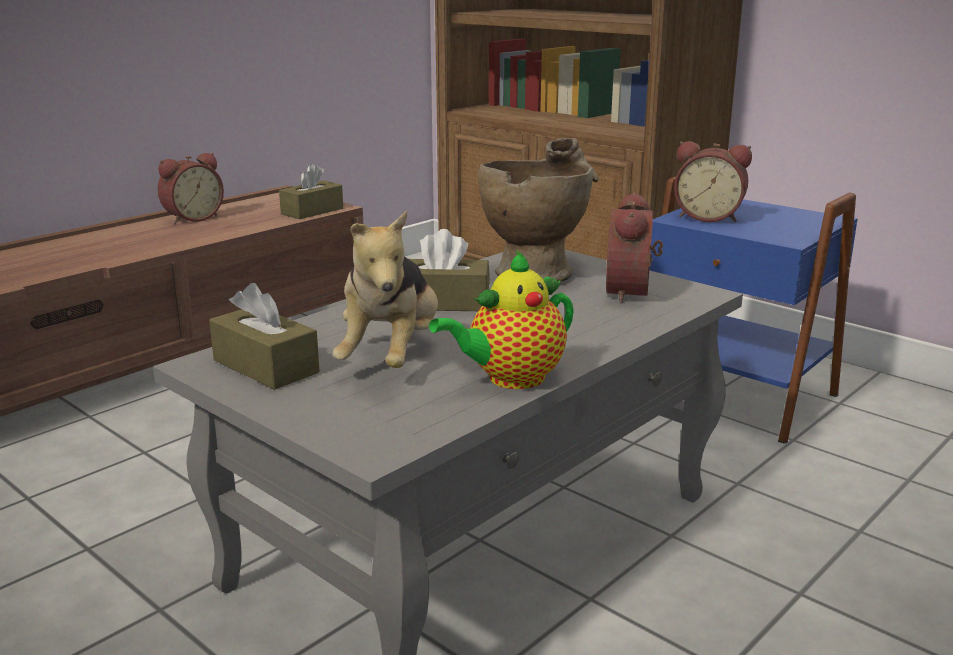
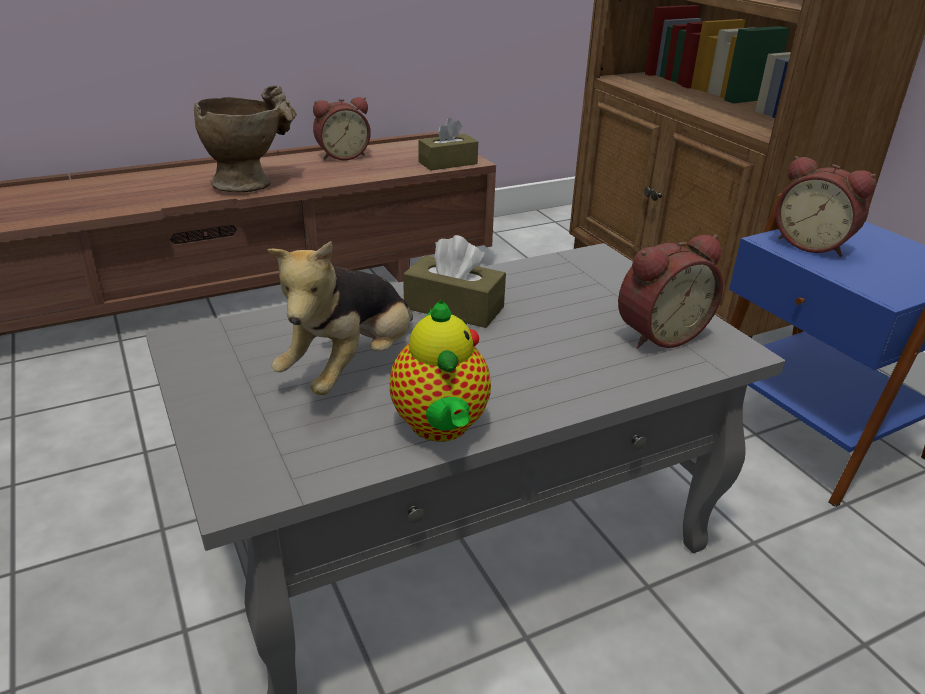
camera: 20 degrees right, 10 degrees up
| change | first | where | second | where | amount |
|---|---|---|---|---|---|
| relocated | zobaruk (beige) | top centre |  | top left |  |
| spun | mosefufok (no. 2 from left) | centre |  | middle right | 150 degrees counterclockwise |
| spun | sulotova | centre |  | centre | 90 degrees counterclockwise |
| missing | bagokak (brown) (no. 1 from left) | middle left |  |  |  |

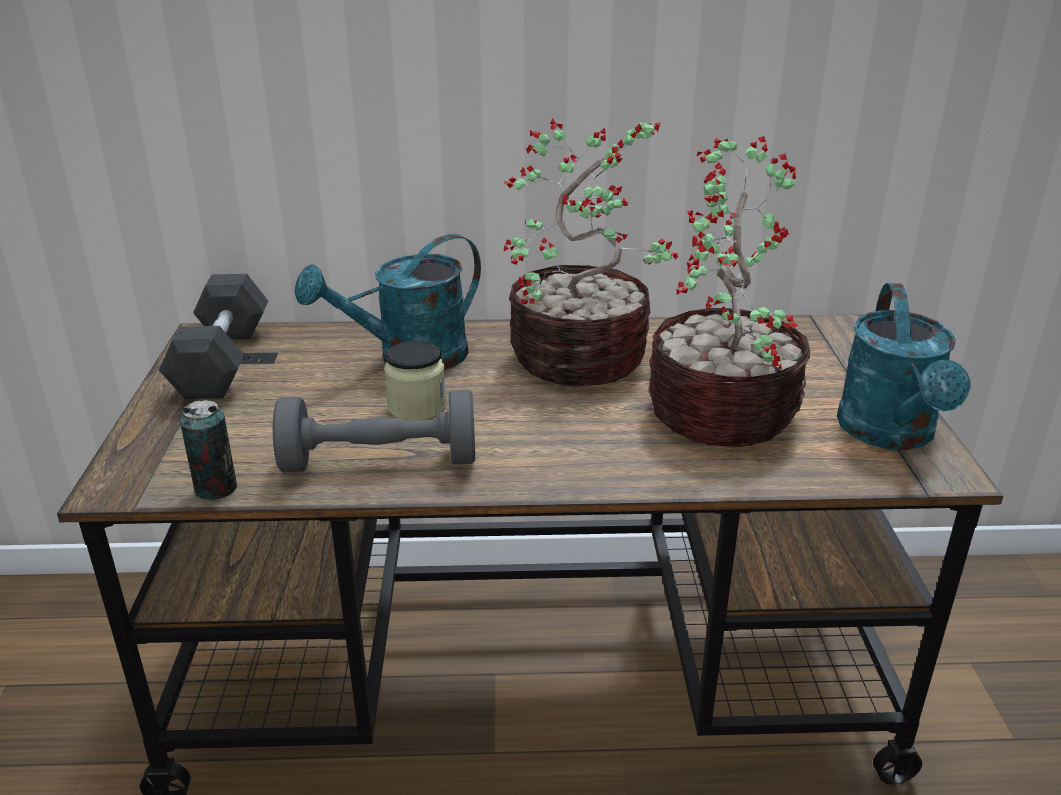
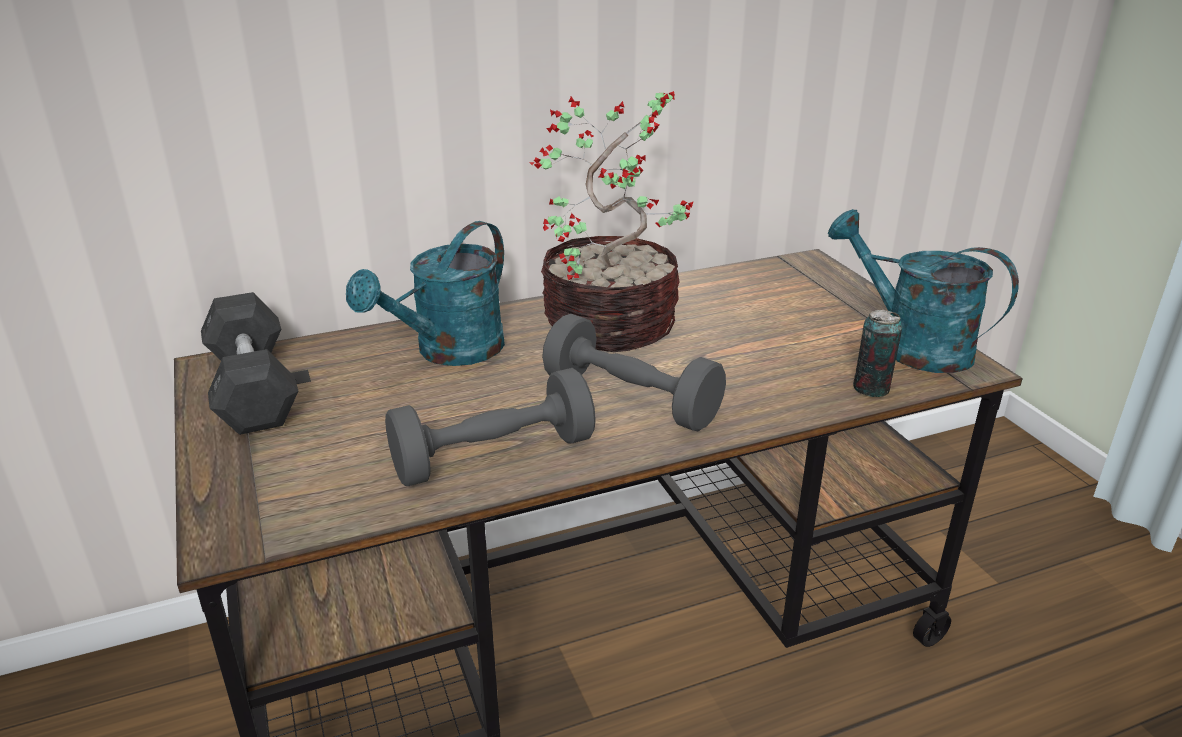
camera: 20 degrees left, 0 degrees up
| change | first | where | second | where | amount |
|---|---|---|---|---|---|
| missing | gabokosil (no. 2 from left) | middle right |  |  |  |
| spun | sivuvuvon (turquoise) (no. 2 from left) | middle right |  | middle right | 150 degrees clockwise |
| missing | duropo | centre |  |  |  |
| relocated | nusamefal | middle left |  | middle right |  |
| appeared |  |  | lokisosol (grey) (no. 3 from left) | centre |  |

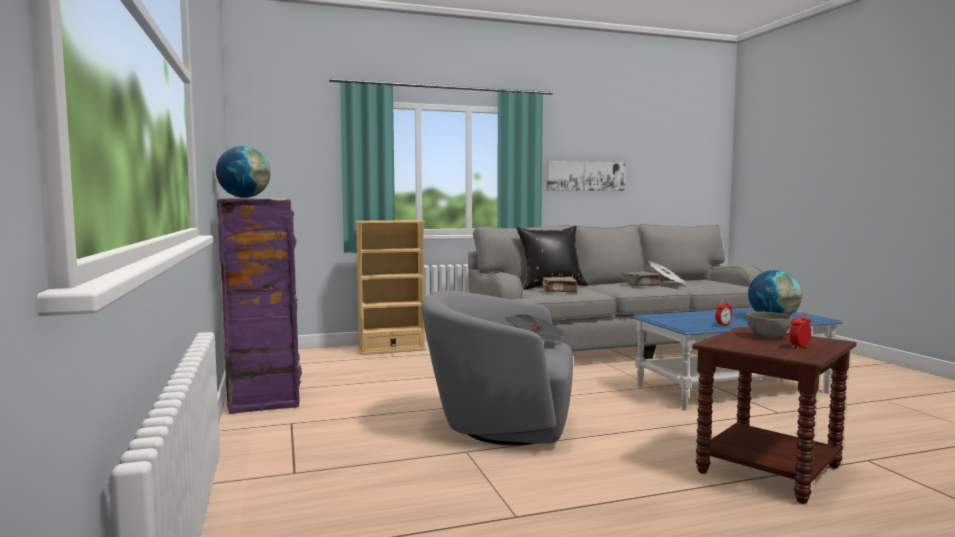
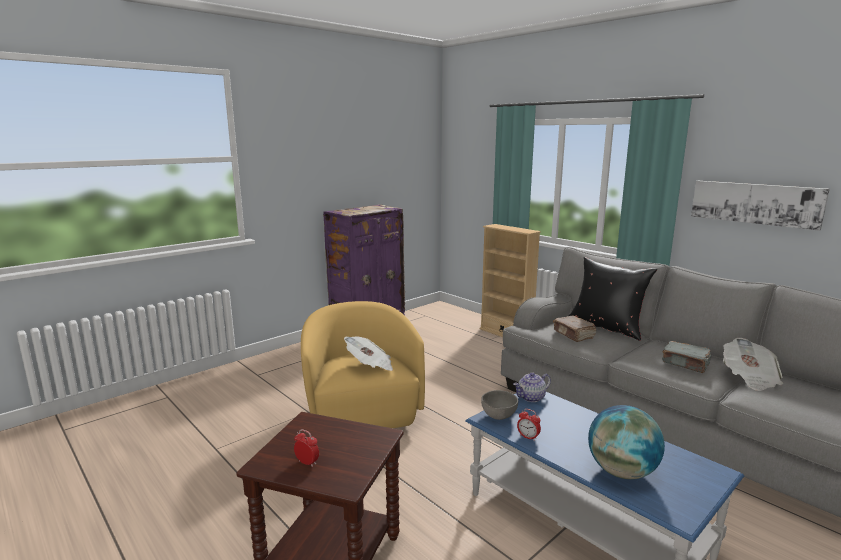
camera: 65 degrees right, 10 degrees up
| change | first | where | second | where | amount |
|---|---|---|---|---|---|
| missing | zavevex (no. 1 from left) | top left |  |  |  |
| colour | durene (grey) | bottom centre | durene (yellow) | centre |  |
| relocated | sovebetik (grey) | middle right |  | bottom centre |  |
| appeared |  |  | sulotova | bottom centre |  |

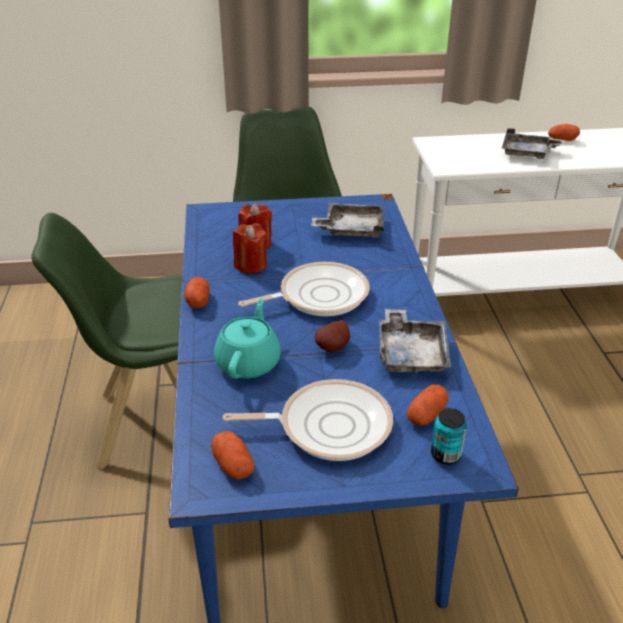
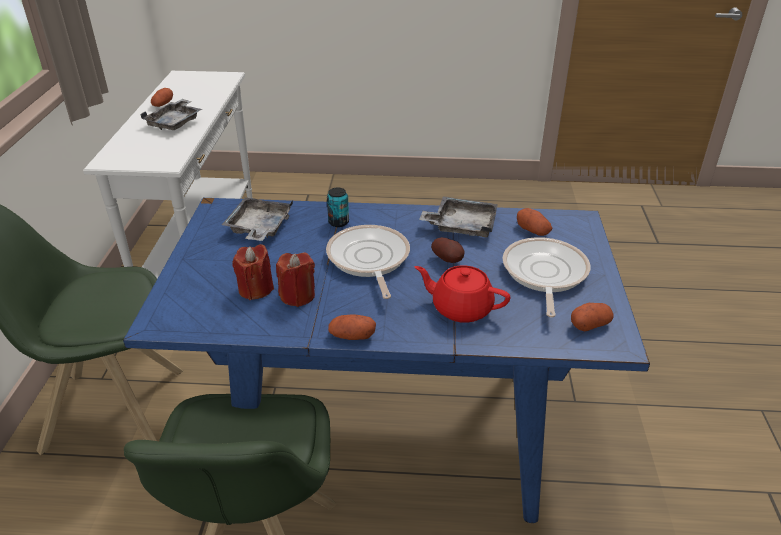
camera: 80 degrees left, 0 degrees up
| change | first | where | second | where | amount |
|---|---|---|---|---|---|
| colour | sulotova (turquoise) | centre | sulotova (red) | centre |  |
| relocated | nusamefal | bottom right |  | centre |  |

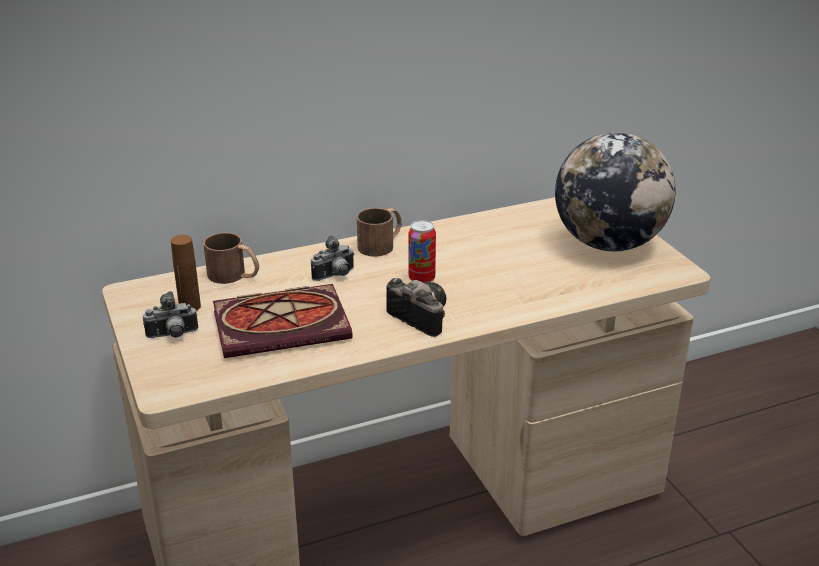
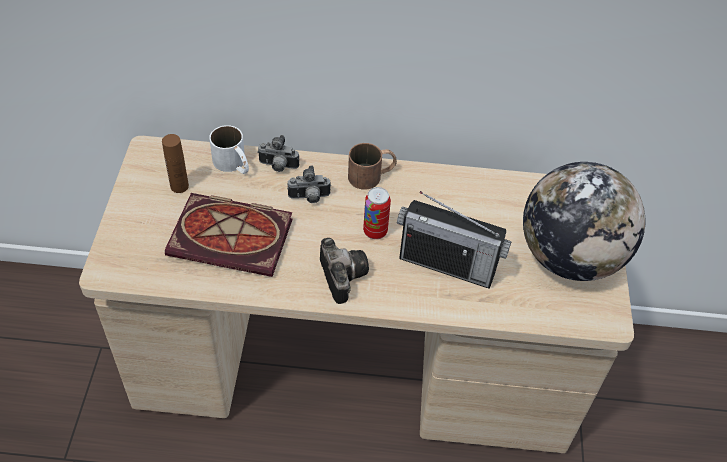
camera: 25 degrees right, 20 degrees up
| change | first | where | second | where | amount |
|---|---|---|---|---|---|
| colour | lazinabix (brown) (no. 1 from left) | middle left | lazinabix (white) | top left |  |
| relocated | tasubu (no. 1 from left) | middle left |  | top centre |  |
| appeared |  |  | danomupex | centre |  |

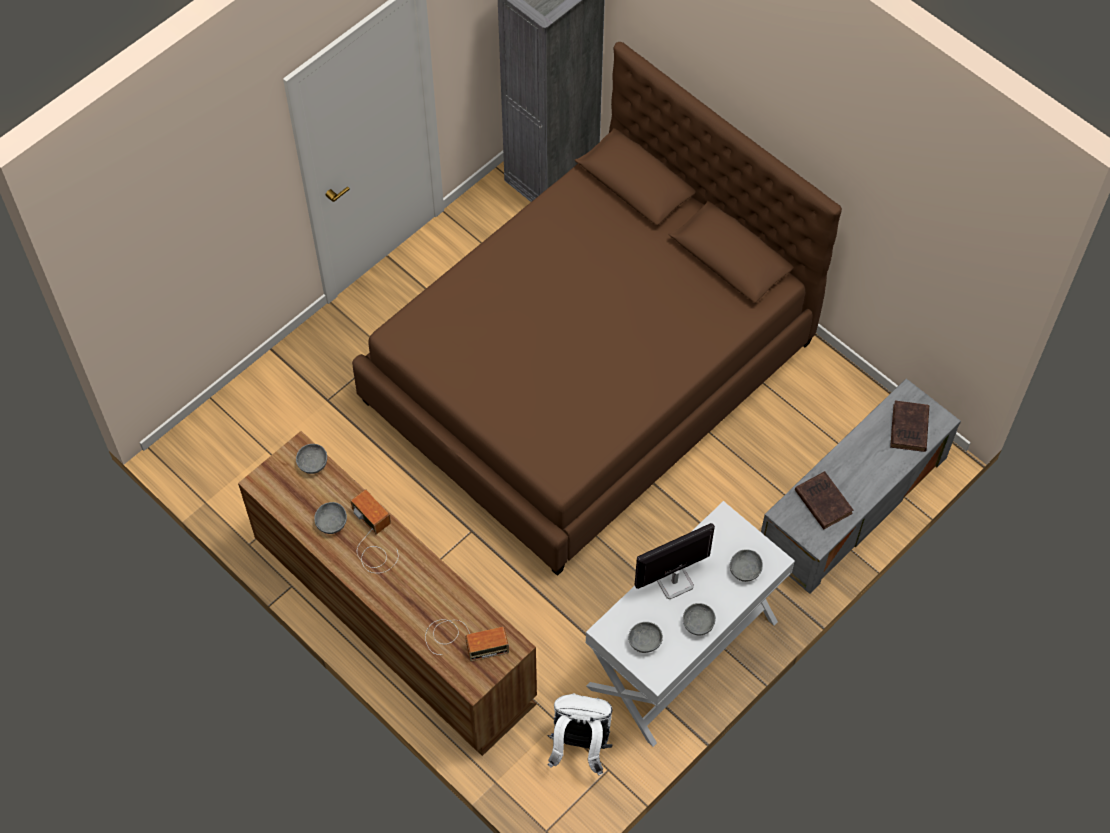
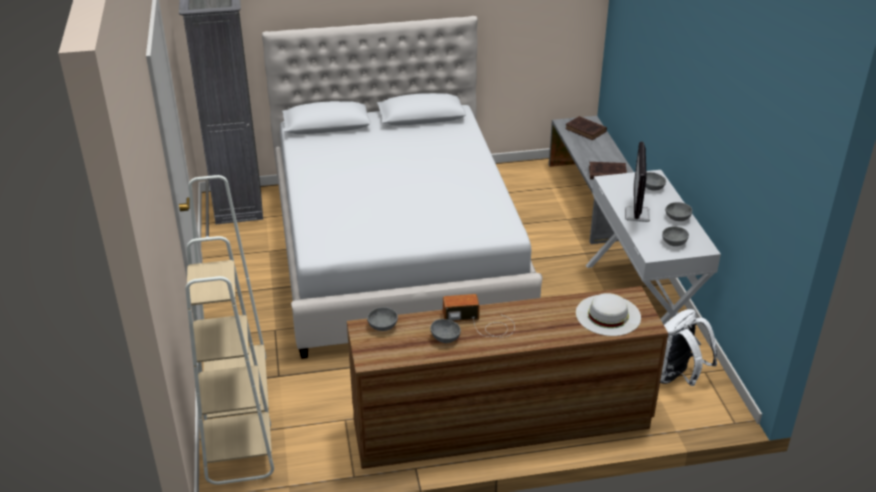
camera: 55 degrees left, 25 degrees down
| change | first | where | second | where | amount |
|---|---|---|---|---|---|
| colour | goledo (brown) | centre | goledo (white) | centre |  |
| exchanged | danomupex (no. 2 from left) | bottom centre | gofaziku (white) | middle right |  |
| appeared |  |  | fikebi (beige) | bottom left |  |

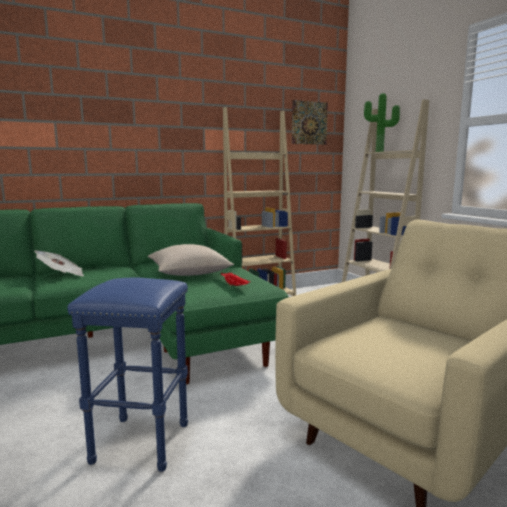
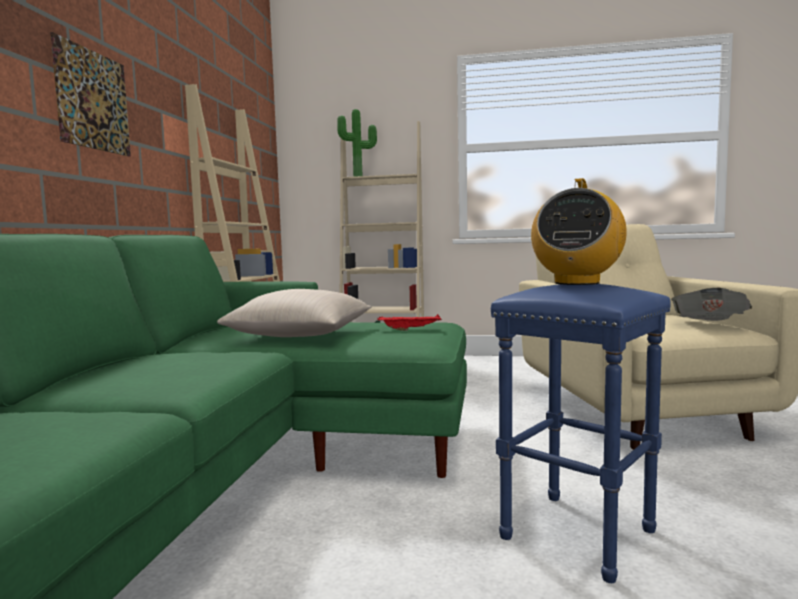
camera: 55 degrees left, 5 degrees down
| change | first | where | second | where | amount |
|---|---|---|---|---|---|
| relocated | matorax | top centre |  | top left |  |
| relocated | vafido | middle left |  | middle right |  |
| appeared |  |  | danomupex | middle right |  |

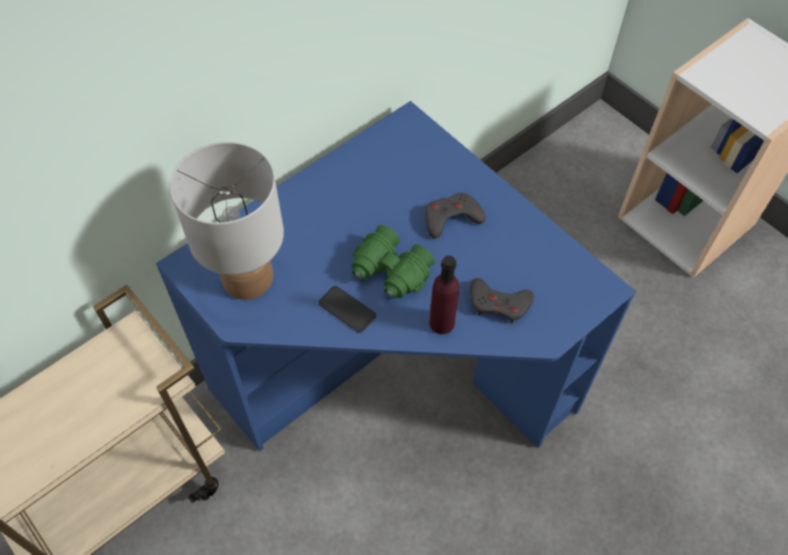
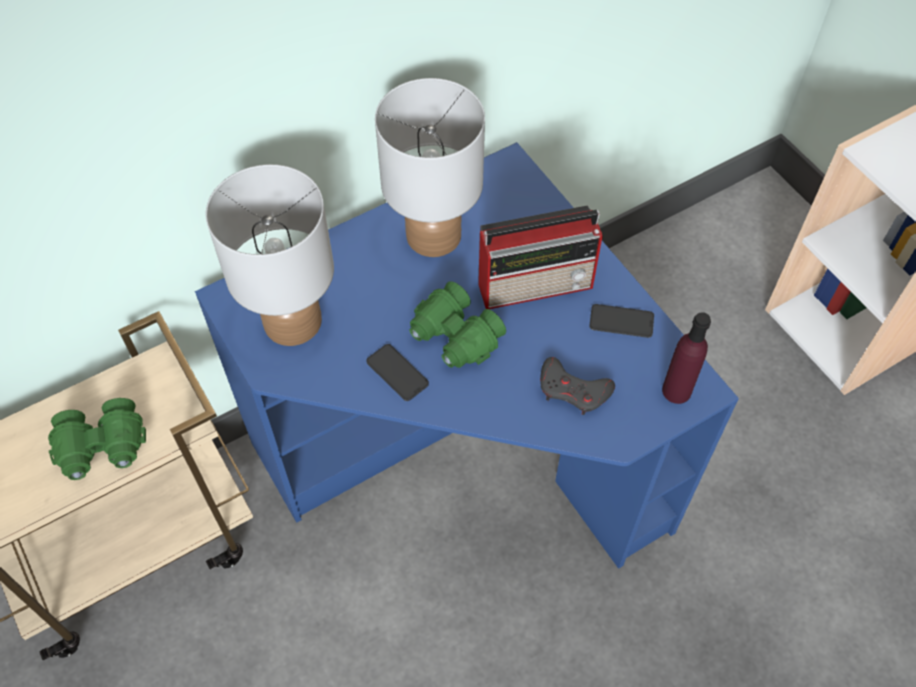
camera: 10 degrees right, 0 degrees up
| change | first | where | second | where | amount |
|---|---|---|---|---|---|
| exchanged | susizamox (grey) (no. 1 from left) | centre | danomupex | centre |  |
| relocated | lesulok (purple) | centre |  | middle right |  |
| appeared |  |  | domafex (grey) (no. 2 from left) | top centre |  |
| appeared |  |  | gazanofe (no. 2 from left) | middle right |  |
| appeared |  |  | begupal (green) (no. 1 from left) | middle left |  |

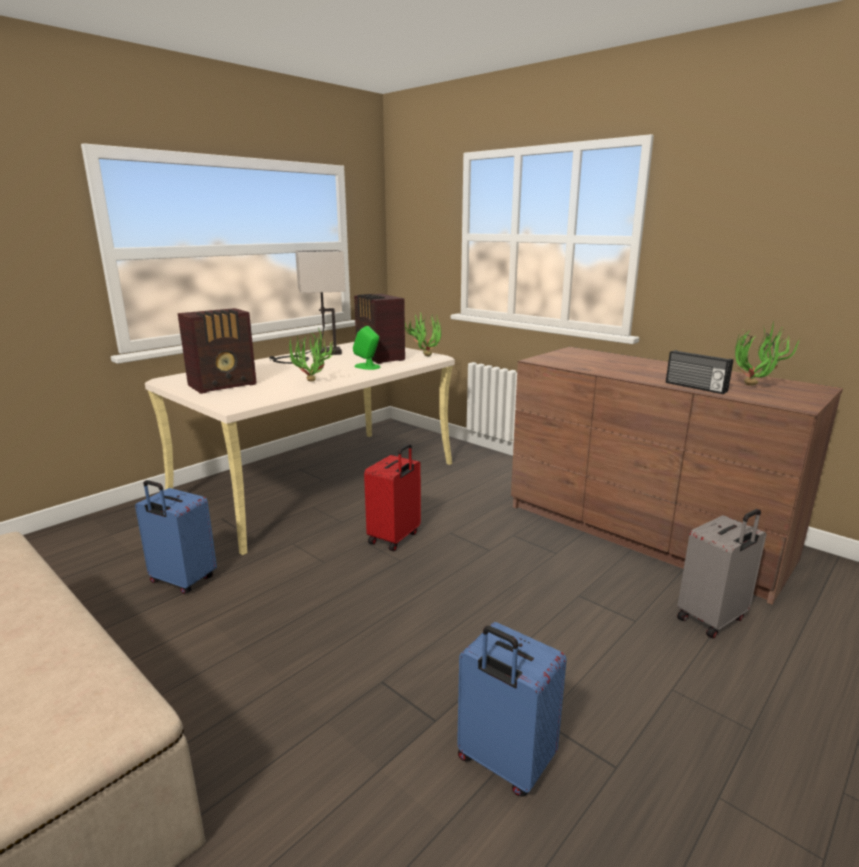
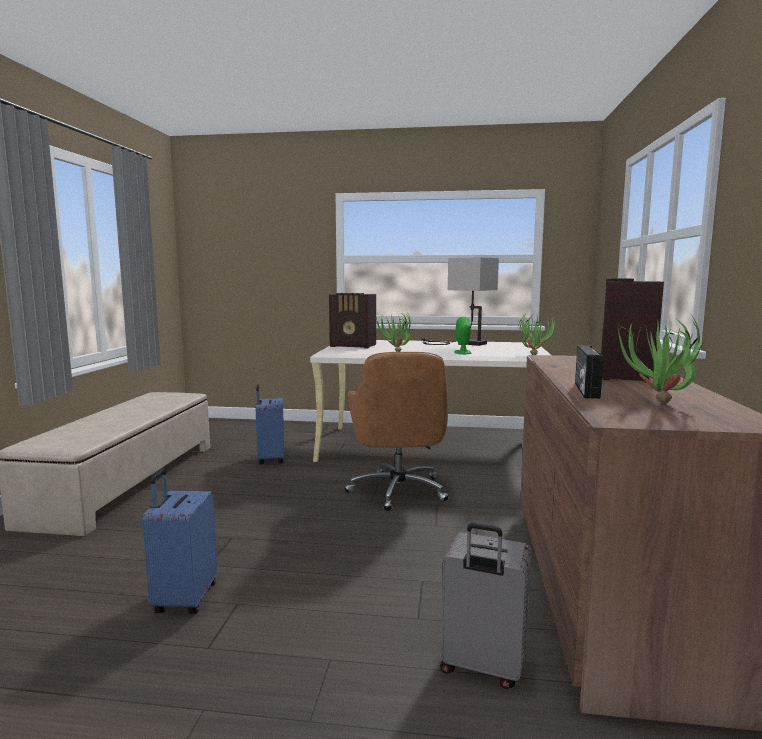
camera: 55 degrees right, 10 degrees down
| change | first | where | second | where | amount |
|---|---|---|---|---|---|
| relocated | danomupex (no. 2 from left in the first image) | centre | danomupex (no. 3 from left) | middle right |  |
| exchanged | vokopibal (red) | centre | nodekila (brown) | centre |  |

